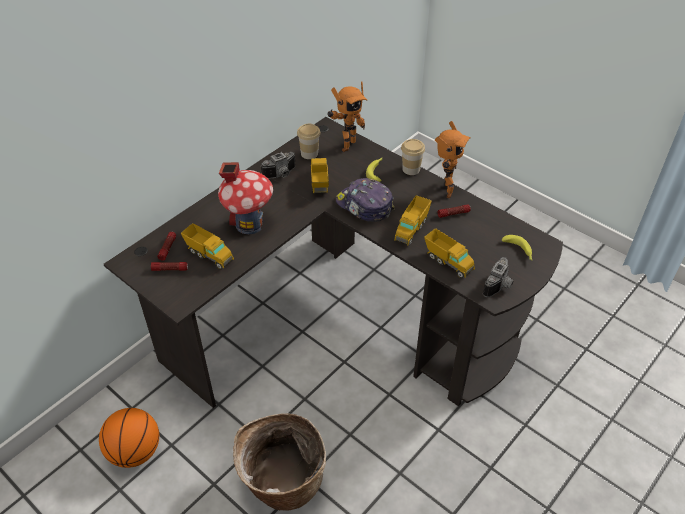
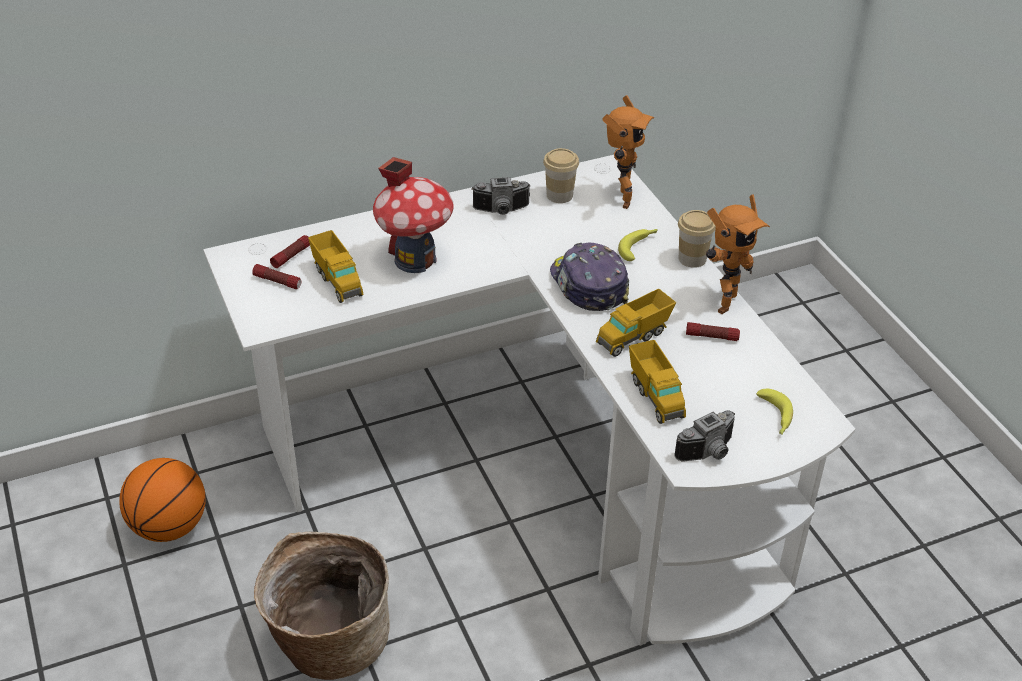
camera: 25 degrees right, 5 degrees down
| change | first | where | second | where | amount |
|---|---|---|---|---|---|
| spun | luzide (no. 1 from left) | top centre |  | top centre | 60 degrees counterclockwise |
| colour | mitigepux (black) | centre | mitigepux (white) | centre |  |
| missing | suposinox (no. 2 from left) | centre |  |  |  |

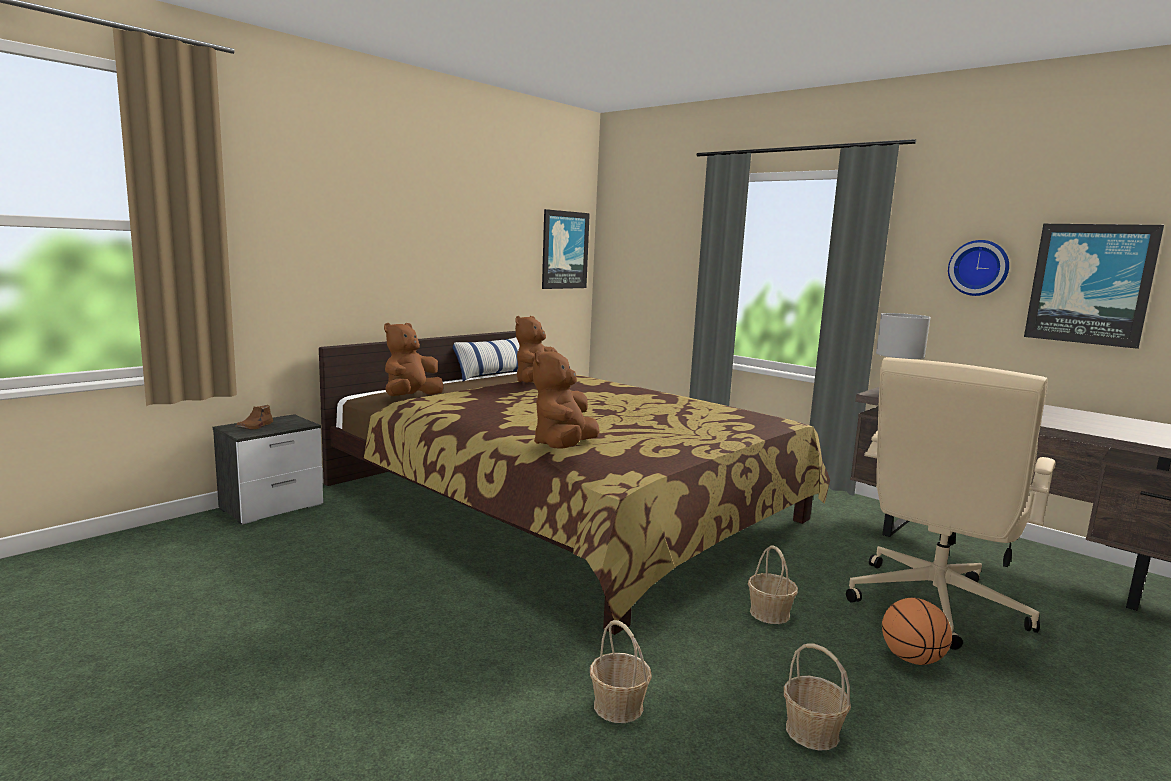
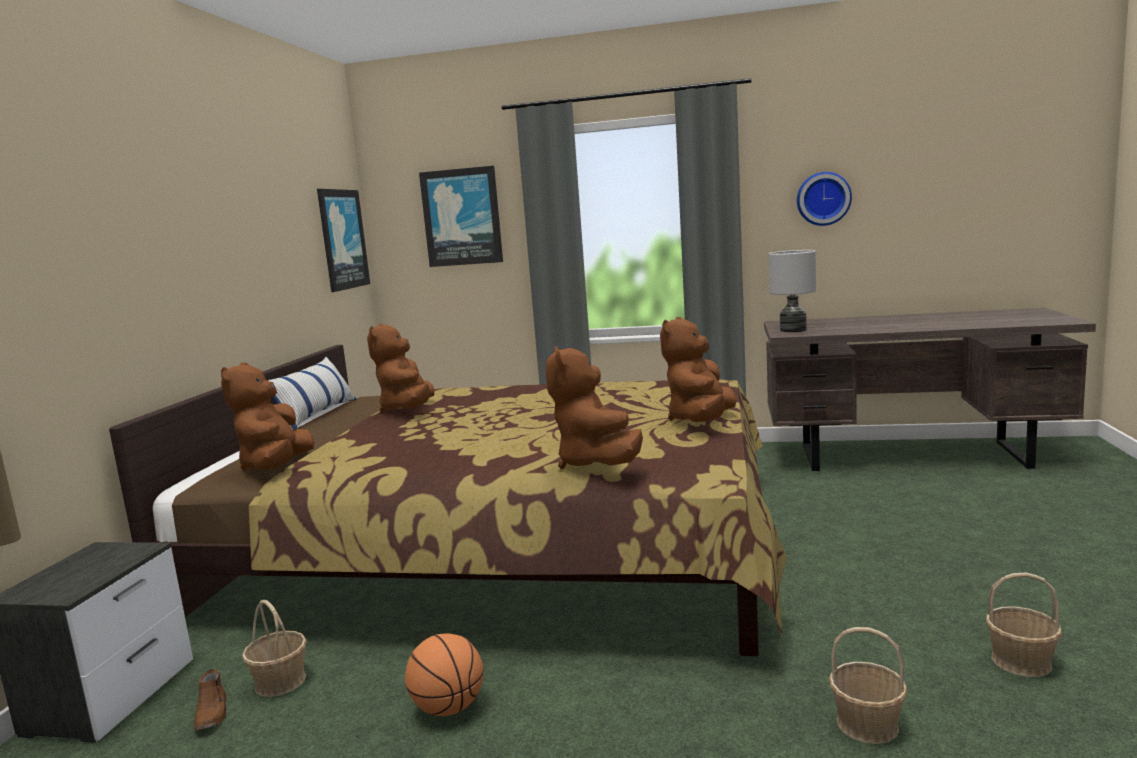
camera: 30 degrees left, 0 degrees up
| change | first | where | second | where | amount |
|---|---|---|---|---|---|
| relocated | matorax (no. 2 from left) | middle right |  | top centre |  |
| missing | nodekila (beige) | middle right |  |  |  |
| relocated | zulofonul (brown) | middle left |  | bottom left |  |
| relocated | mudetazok (no. 2 from left in the first image) | bottom centre | mudetazok (no. 1 from left) | bottom left |  |
| relocated | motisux | bottom right |  | bottom centre |  |
| appeared |  |  | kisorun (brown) (no. 4 from left) | centre |  |

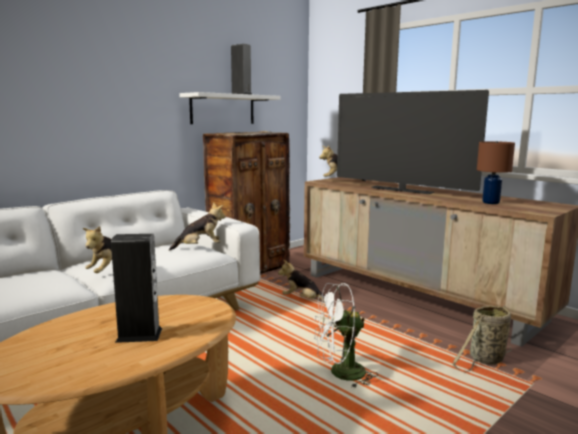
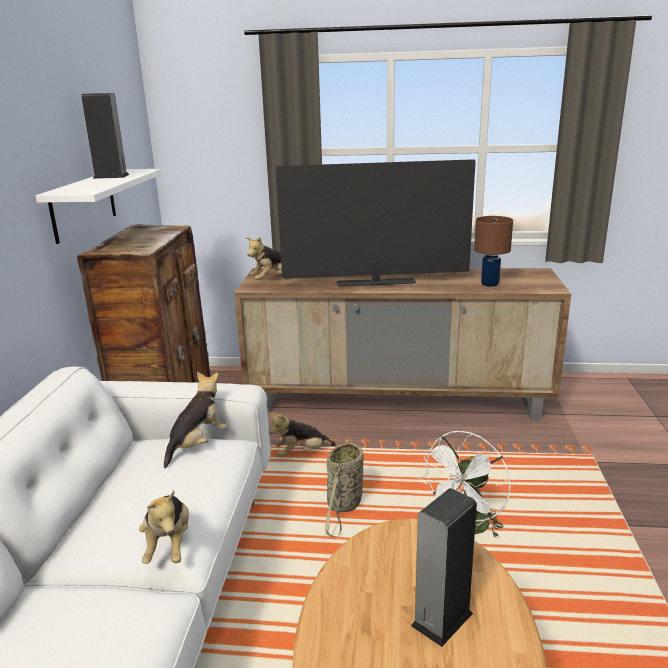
camera: 40 degrees left, 10 degrees up
| change | first | where | second | where | amount |
|---|---|---|---|---|---|
| relocated | mudetazok | bottom right |  | bottom centre |  |

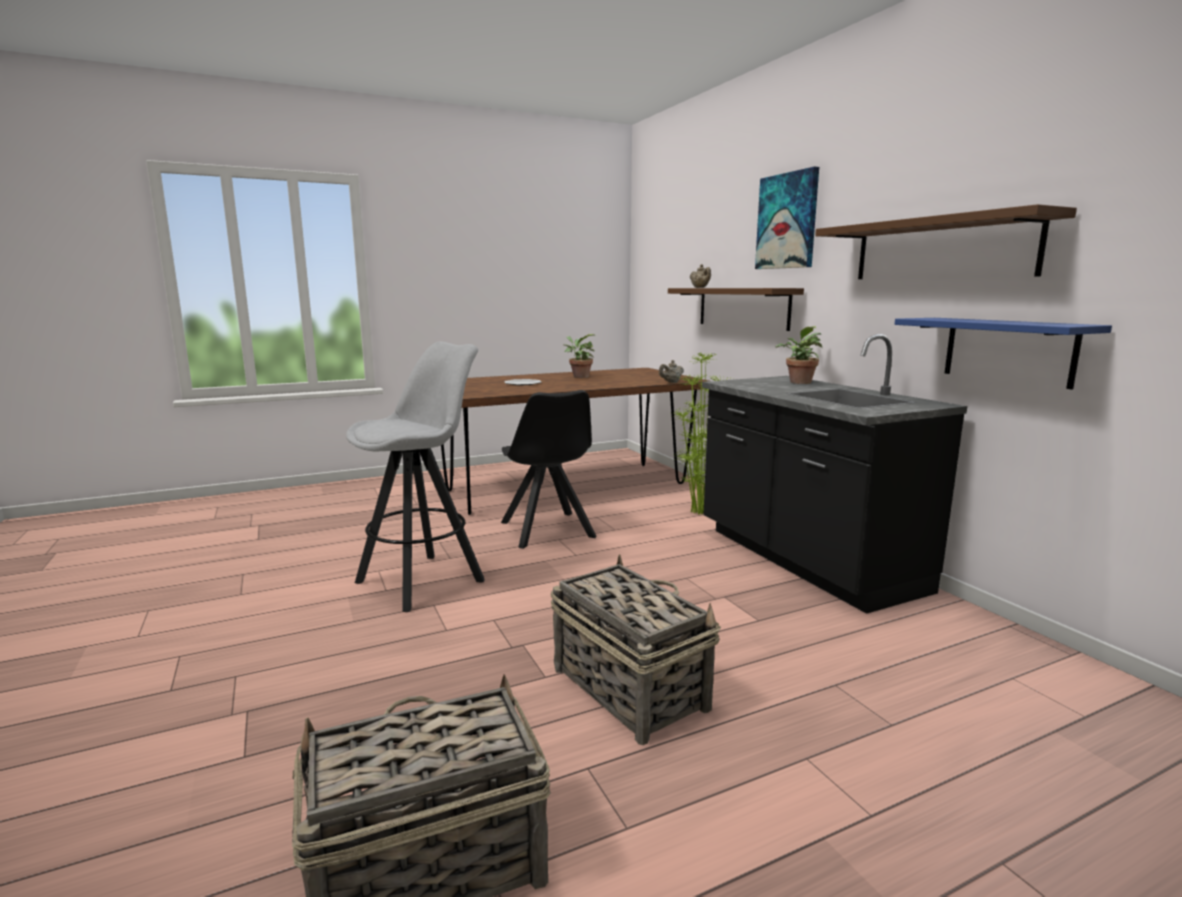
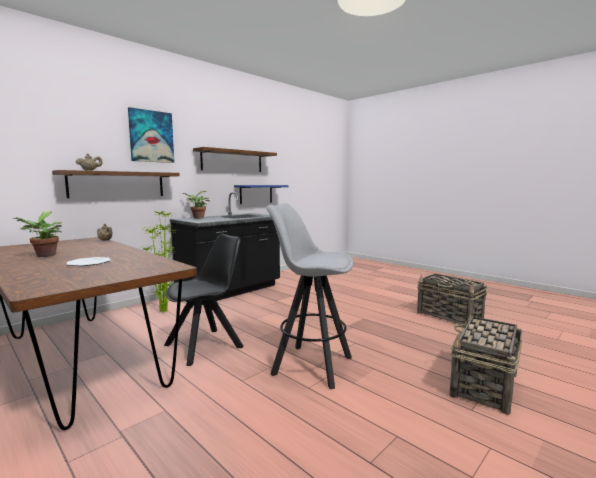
camera: 110 degrees left, 5 degrees down
| change | first | where | second | where | amount |
|---|---|---|---|---|---|
| relocated | mudetazok (no. 2 from left) | bottom centre |  | bottom right |  |

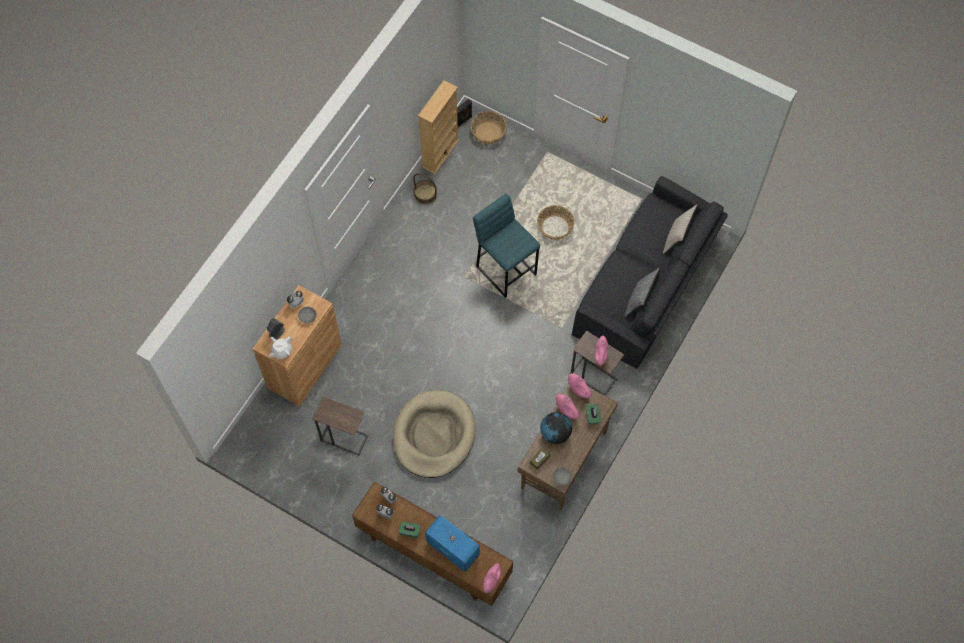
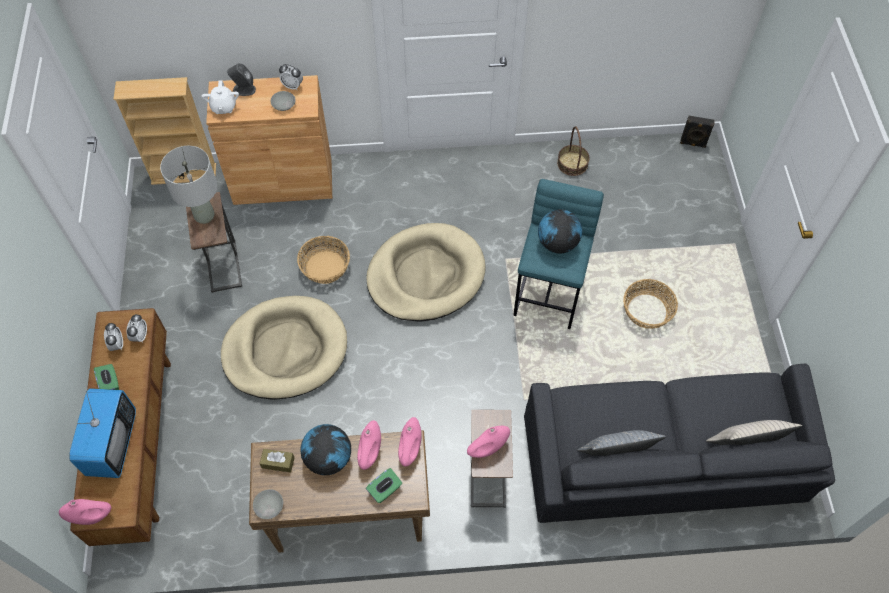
camera: 55 degrees right, 5 degrees down
| change | first | where | second | where | amount |
|---|---|---|---|---|---|
| relocated | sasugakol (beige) | top centre |  | top left |  |
| relocated | mudetazok (no. 2 from left in the first image) | top centre | mudetazok (no. 1 from left) | centre |  |
| spun | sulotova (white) | middle left |  | top left | 105 degrees counterclockwise |
| appeared |  |  | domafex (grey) | top left |  |
| appeared |  |  | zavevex (no. 2 from left) | centre |  |
| appeared |  |  | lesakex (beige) (no. 2 from left) | centre |  |

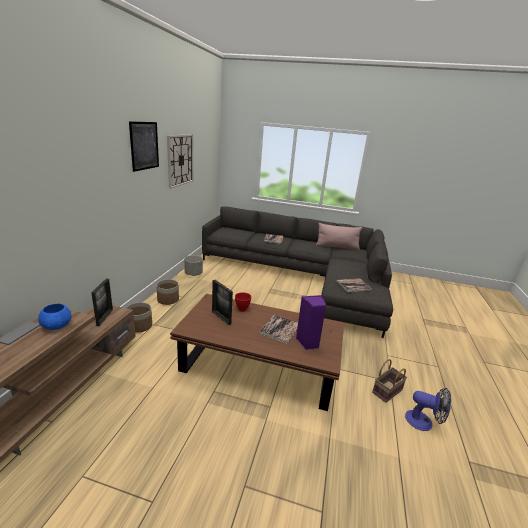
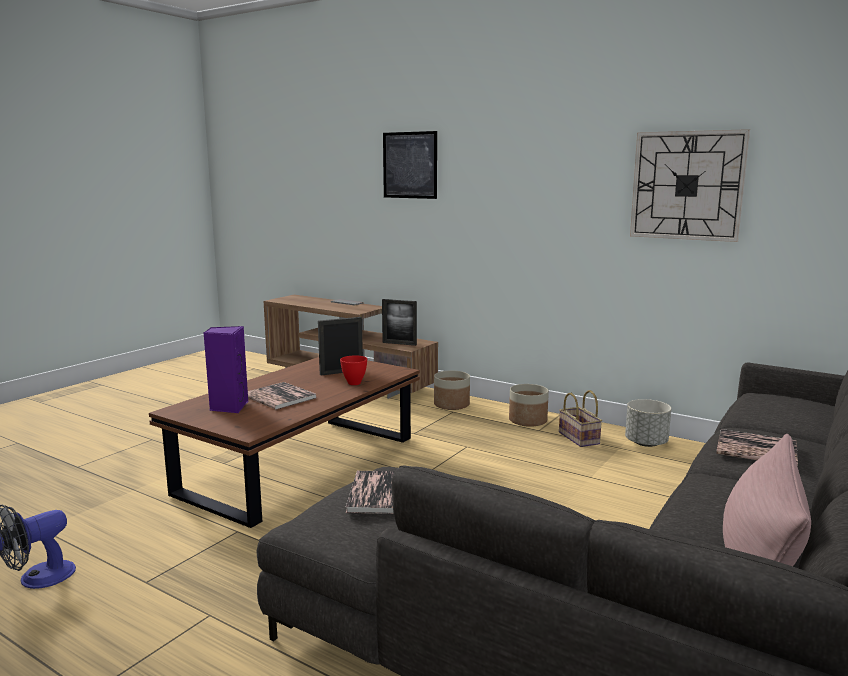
camera: 110 degrees right, 10 degrees down
| change | first | where | second | where | amount |
|---|---|---|---|---|---|
| relocated | matorax | top left |  | top centre |  |
| missing | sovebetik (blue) | middle left |  |  |  |
| relocated | mudetazok | bottom right |  | middle right |  |

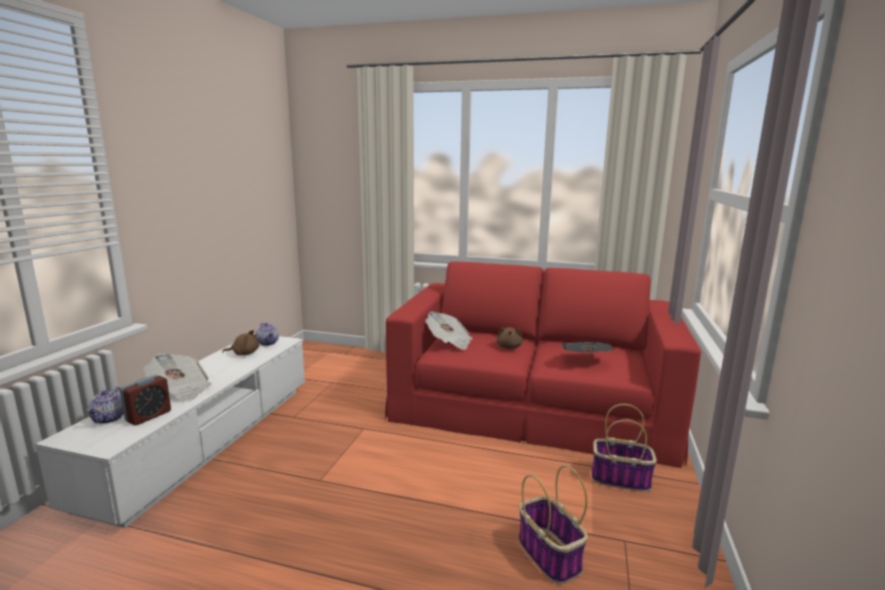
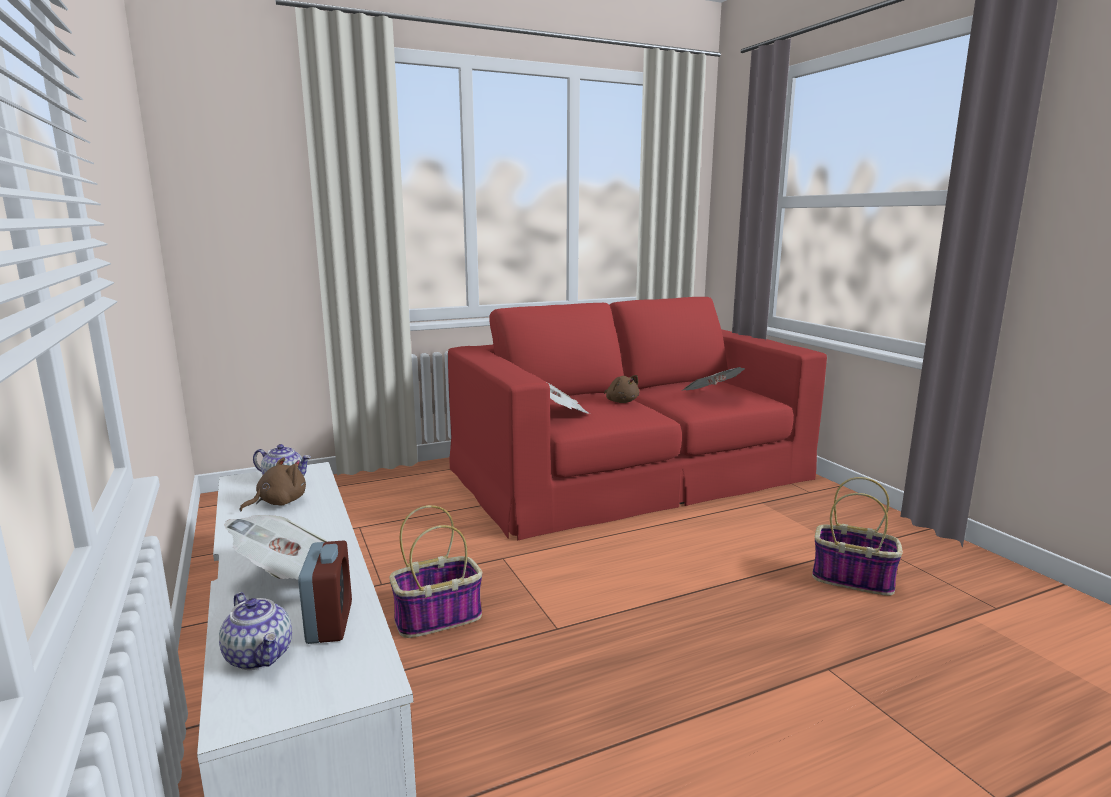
camera: 40 degrees left, 0 degrees up
| change | first | where | second | where | amount |
|---|---|---|---|---|---|
| relocated | mudetazok (no. 2 from left in the first image) | bottom right | mudetazok (no. 1 from left) | bottom centre |  |

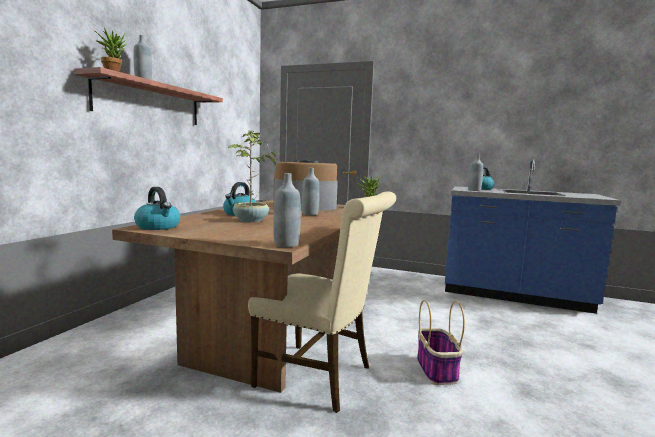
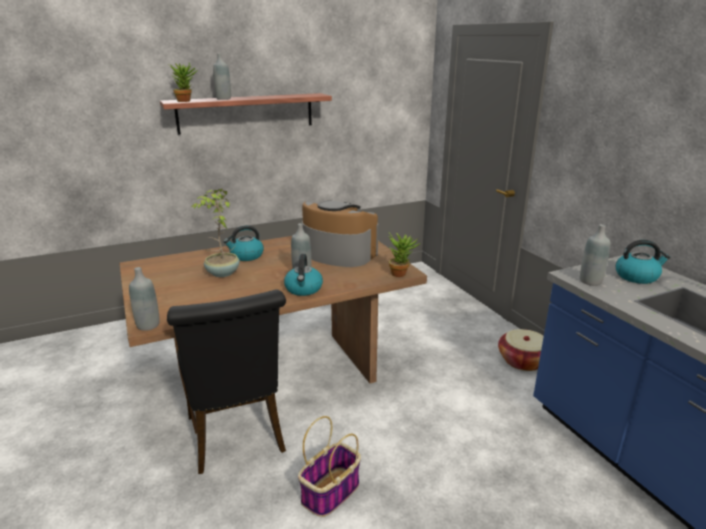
camera: 45 degrees right, 15 degrees up
| change | first | where | second | where | amount |
|---|---|---|---|---|---|
| relocated | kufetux (no. 1 from left in the first image) | middle left | kufetux (no. 2 from left) | centre |  |
| colour | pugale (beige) | bottom centre | pugale (black) | bottom left |  |
| appeared |  |  | mudetazok (no. 2 from left) | middle right |  |

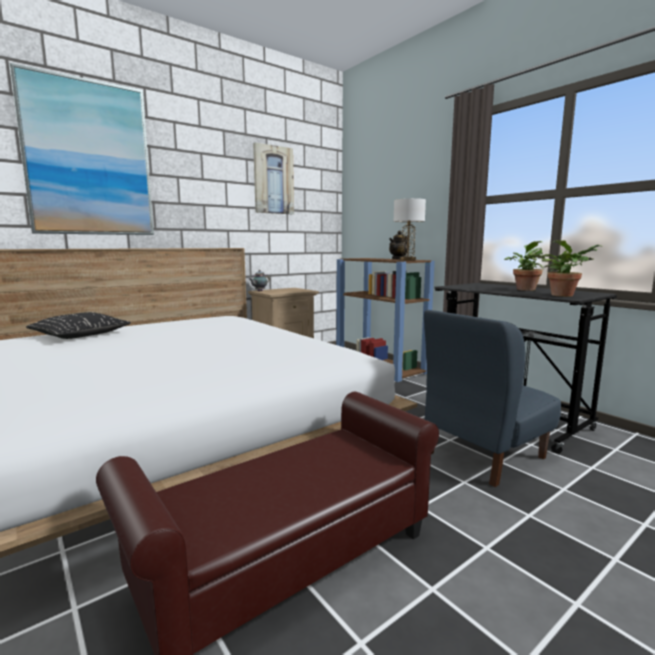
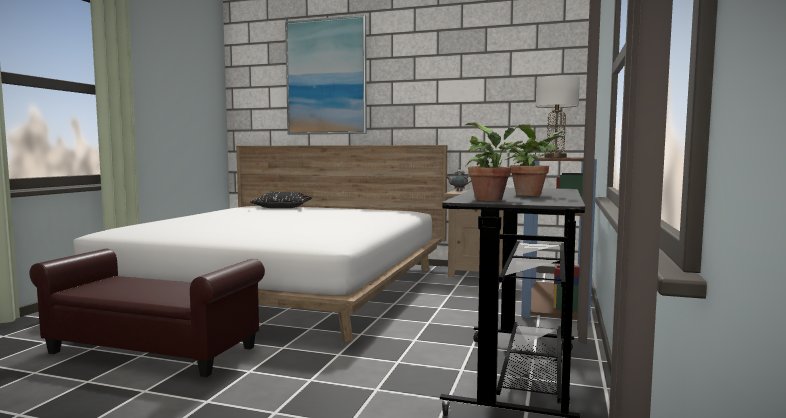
camera: 55 degrees right, 5 degrees down
| change | first | where | second | where | amount |
|---|---|---|---|---|---|
| missing | matorax (no. 2 from left) | top centre |  |  |  |
| missing | sulotova (no. 2 from left) | centre |  |  |  |
| missing | pugale (blue) | middle right |  |  |  |

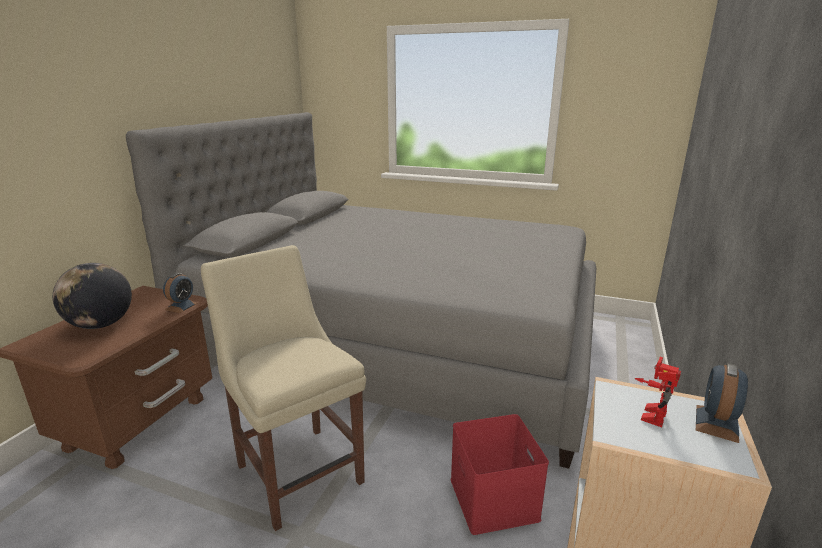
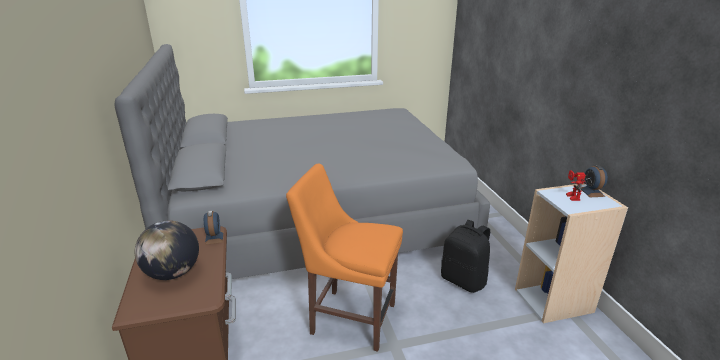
camera: 35 degrees left, 5 degrees up
| change | first | where | second | where | amount |
|---|---|---|---|---|---|
| colour | pugale (beige) | bottom centre | pugale (orange) | bottom centre |  |
| exchanged | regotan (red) | bottom centre | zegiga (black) | bottom centre |  |

